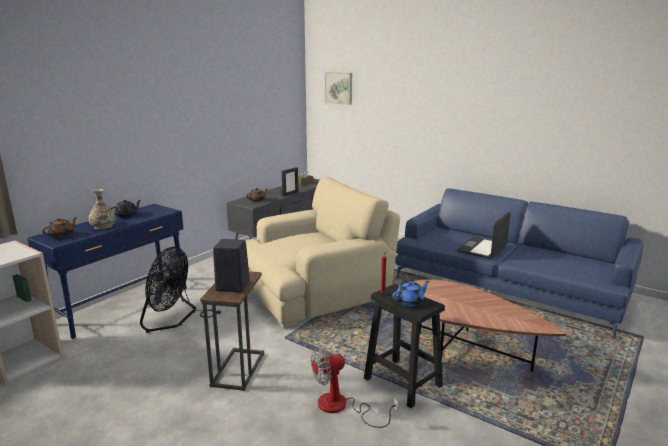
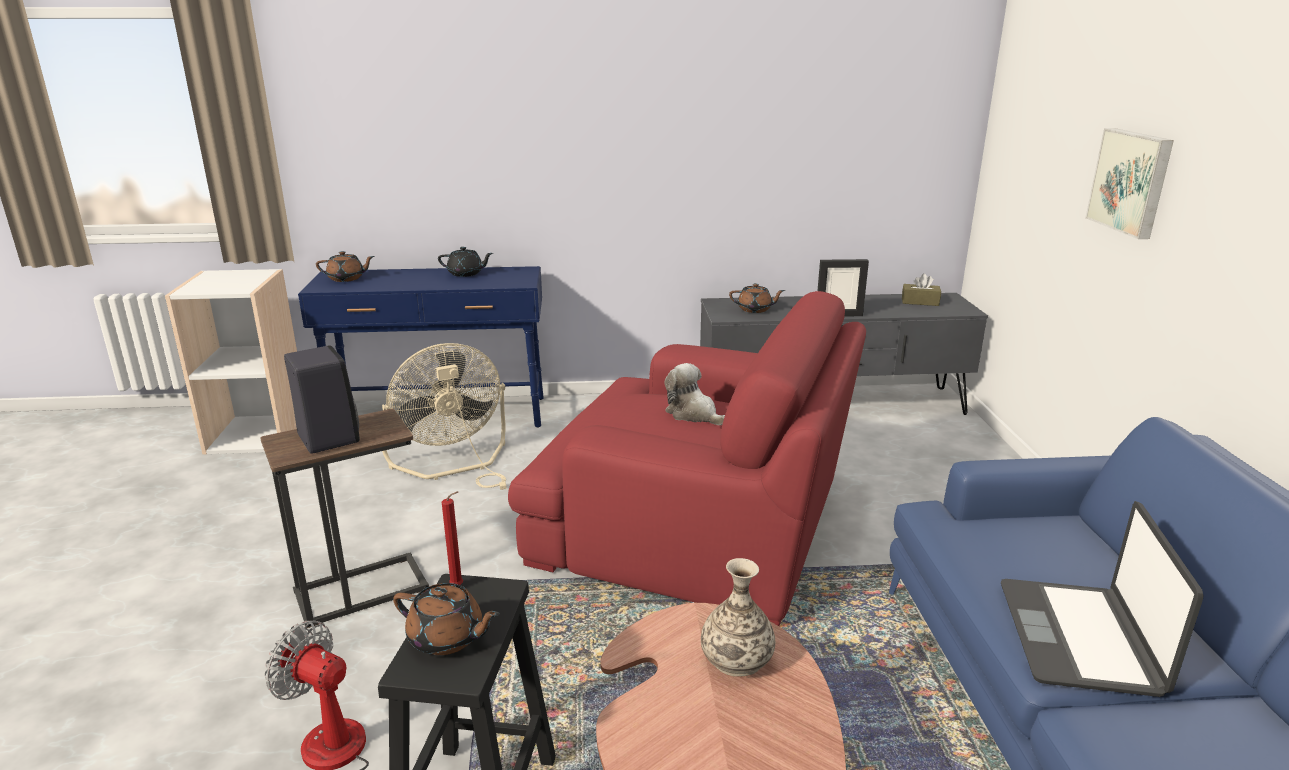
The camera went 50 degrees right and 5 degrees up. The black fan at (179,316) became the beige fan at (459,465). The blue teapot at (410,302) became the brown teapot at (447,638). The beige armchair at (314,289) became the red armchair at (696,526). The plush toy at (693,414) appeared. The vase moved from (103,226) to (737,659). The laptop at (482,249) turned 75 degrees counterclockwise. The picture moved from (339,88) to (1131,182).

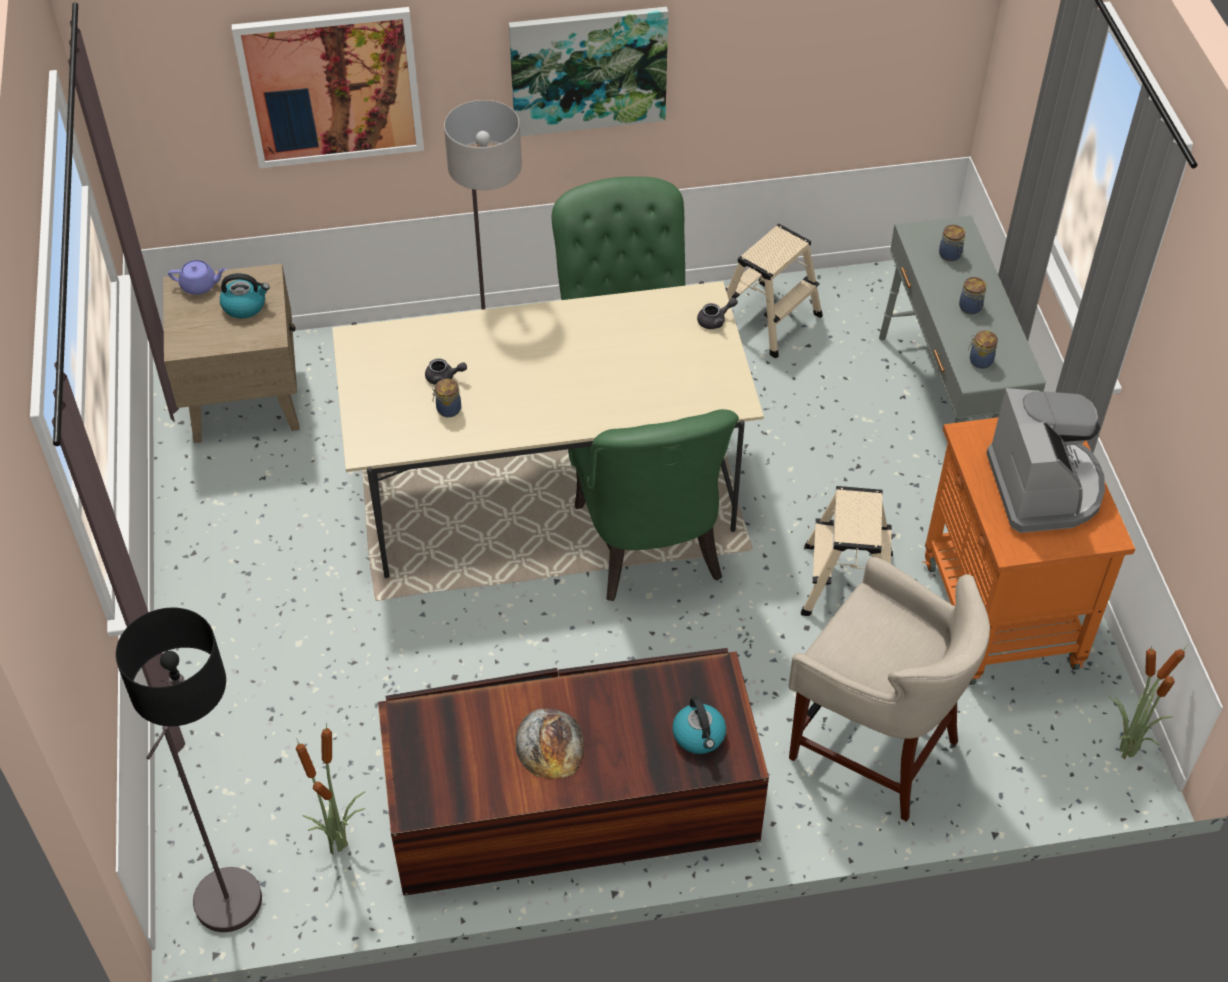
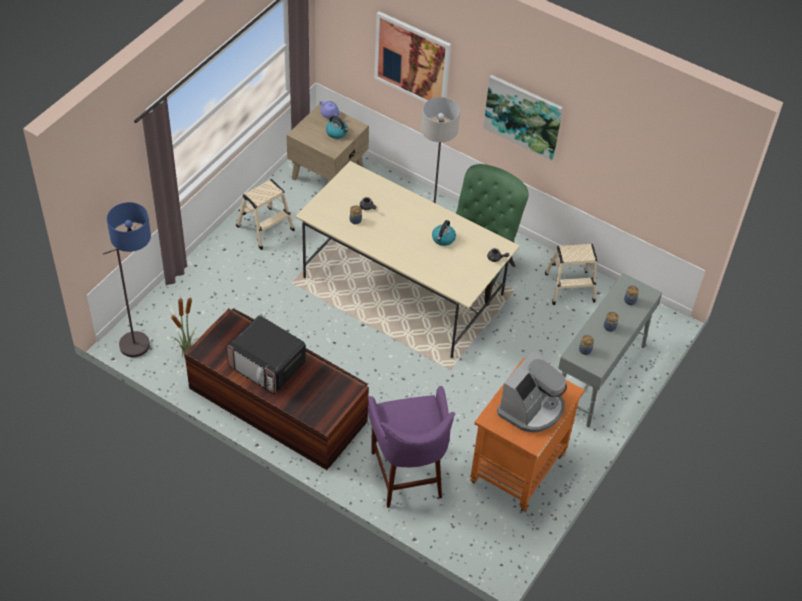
The camera went 40 degrees right and 0 degrees up. The black floor lamp at (238,883) became the blue floor lamp at (143,342). The bread at (550,743) was replaced by the microwave at (267,366). The beige step ladder moved from (847,583) to (265,227). The beige stool at (873,745) became the purple stool at (408,473). The kettle moved from (699,736) to (443,239). The green chair at (650,543) disappeared. The potted plant at (1126,749) disappeared.

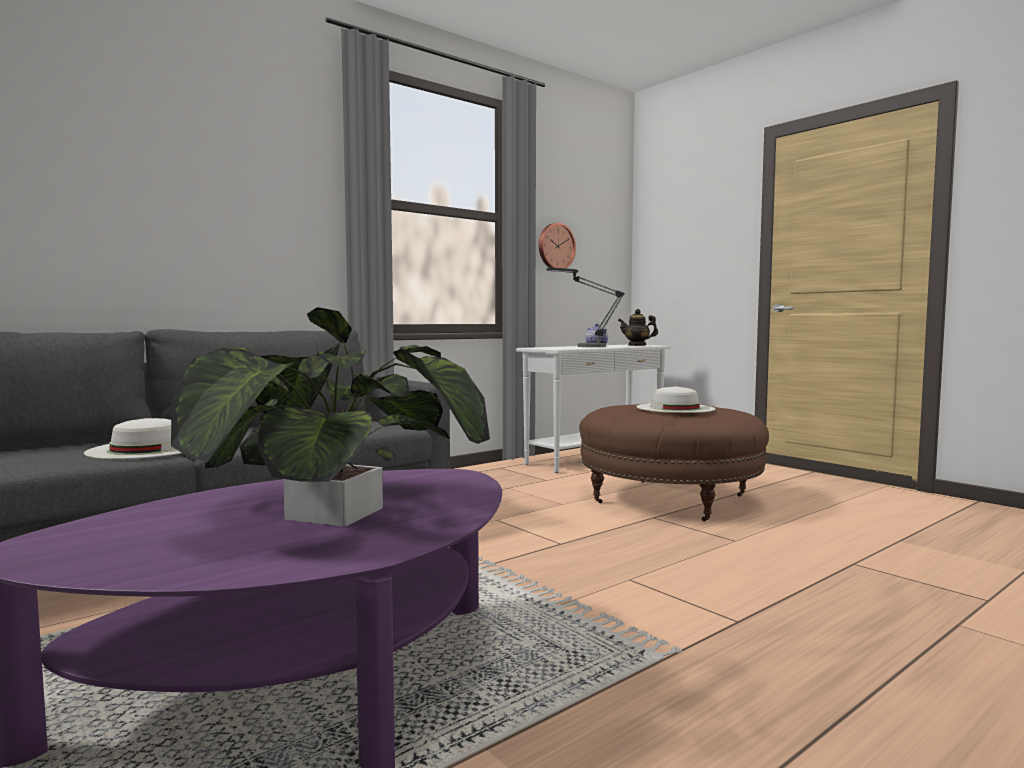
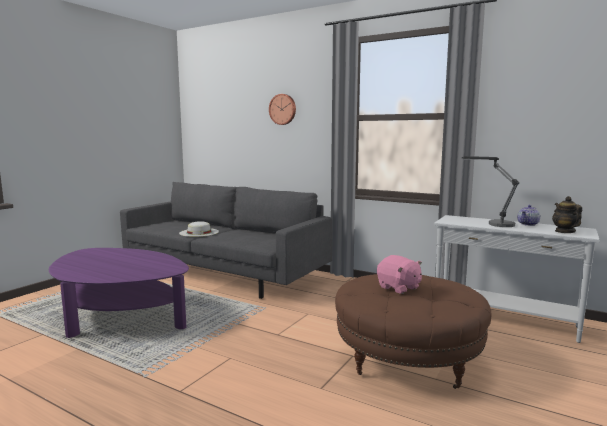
The camera went 70 degrees right and 5 degrees up. The wall clock moved from (555,246) to (283,109). The white hat at (675,408) was replaced by the pink plush toy at (398,288). The potted plant at (335,513) disappeared.

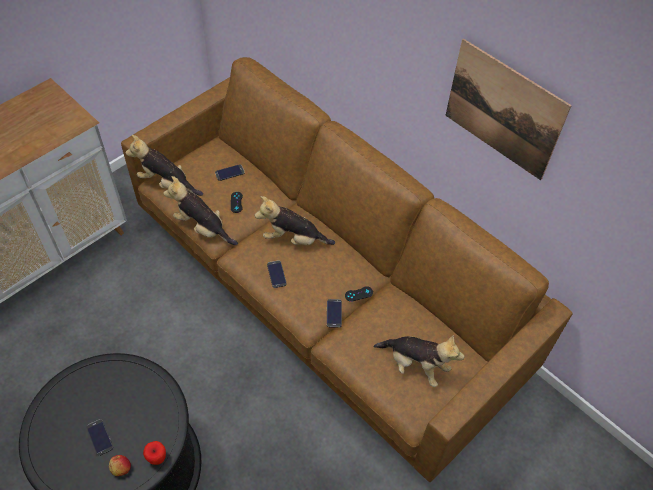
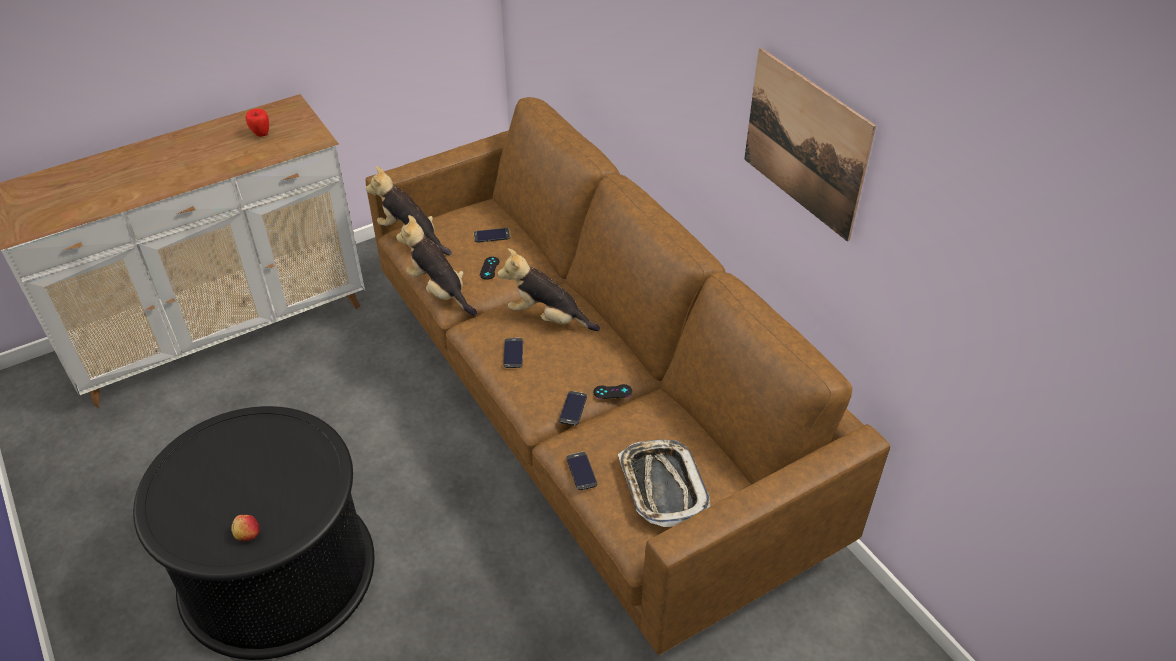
The camera went 15 degrees right and 10 degrees down. The apple moved from (157,458) to (261,134). The phone moved from (99,437) to (581,471). The plush toy at (415,365) was replaced by the tray at (662,486).

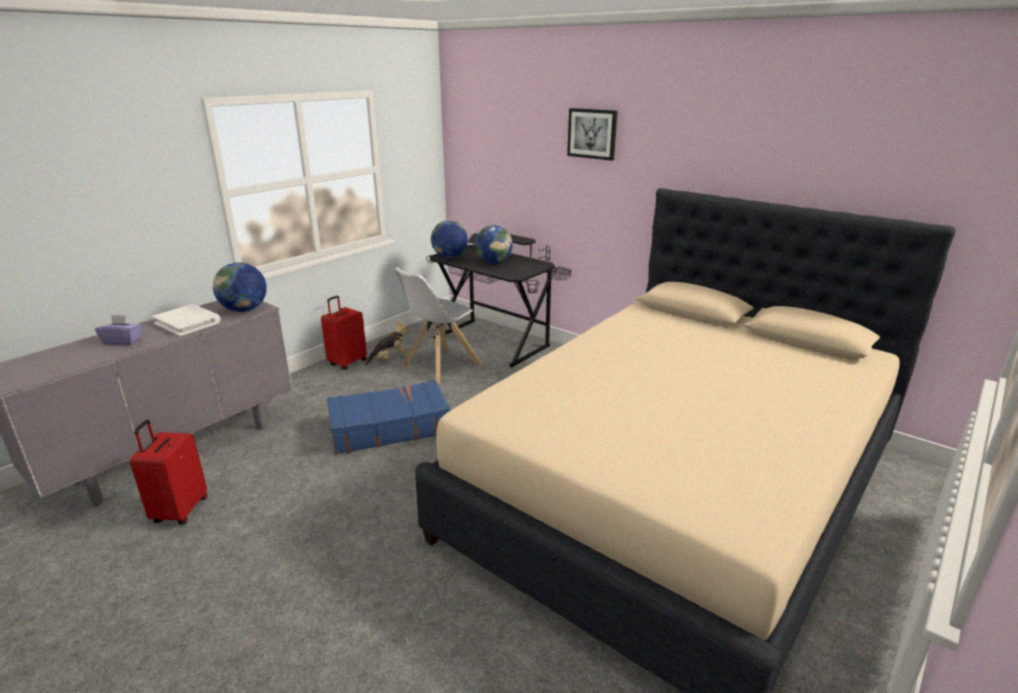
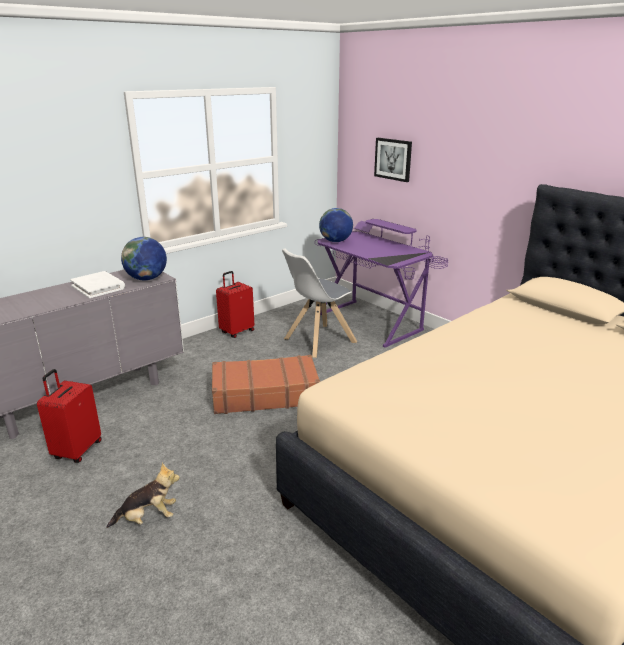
The camera went 10 degrees right and 0 degrees up. The plush toy moved from (389,359) to (148,518). The blue suitcase at (389,428) became the brown suitcase at (265,394). The black desk at (493,341) became the purple desk at (371,321). The picture moved from (592,133) to (393,159). The purple tissue box at (123,341) disappeared. The globe at (494,262) disappeared.

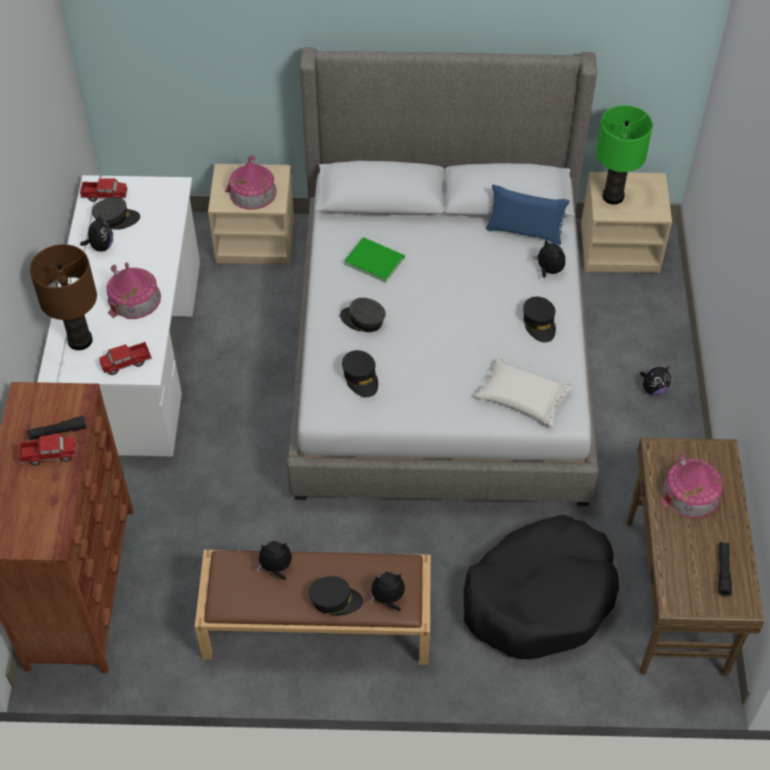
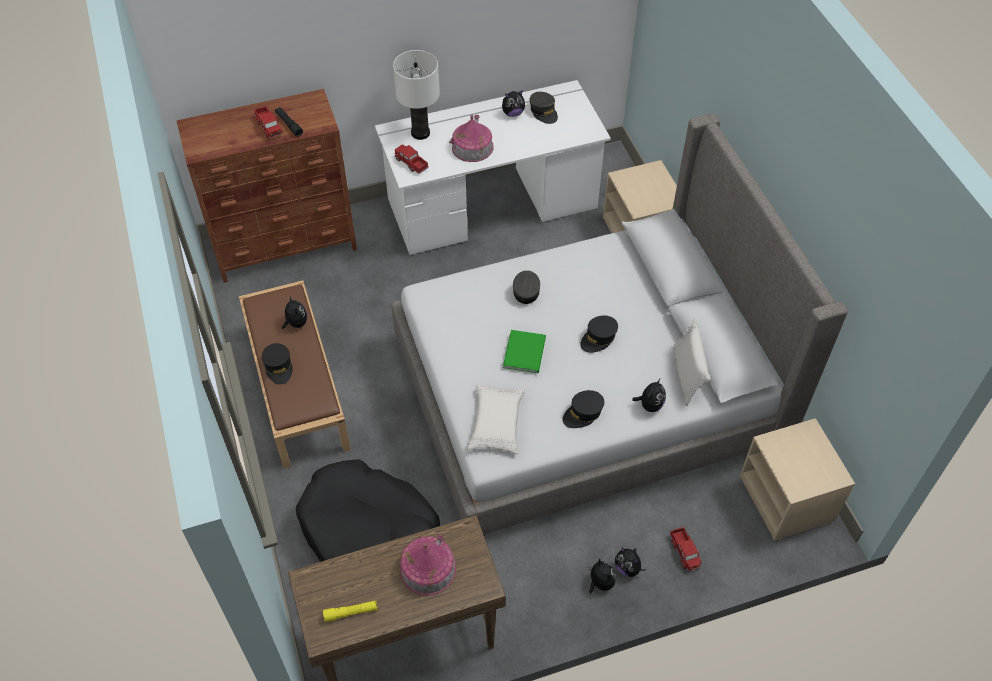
The camera went 70 degrees right and 0 degrees up. The black flashlight at (723,571) became the yellow flashlight at (351,613). The brown table lamp at (80,340) became the white table lamp at (420,133). The green book moved from (373,259) to (526,351). The black cap moved from (361,378) to (598,338). The plush toy moved from (388,598) to (600,583). The toy truck moved from (104,195) to (684,552). The blue pillow at (524,231) became the white pillow at (687,375). The toy house at (252,192) disappeared. The green table lamp at (613,196) disappeared.

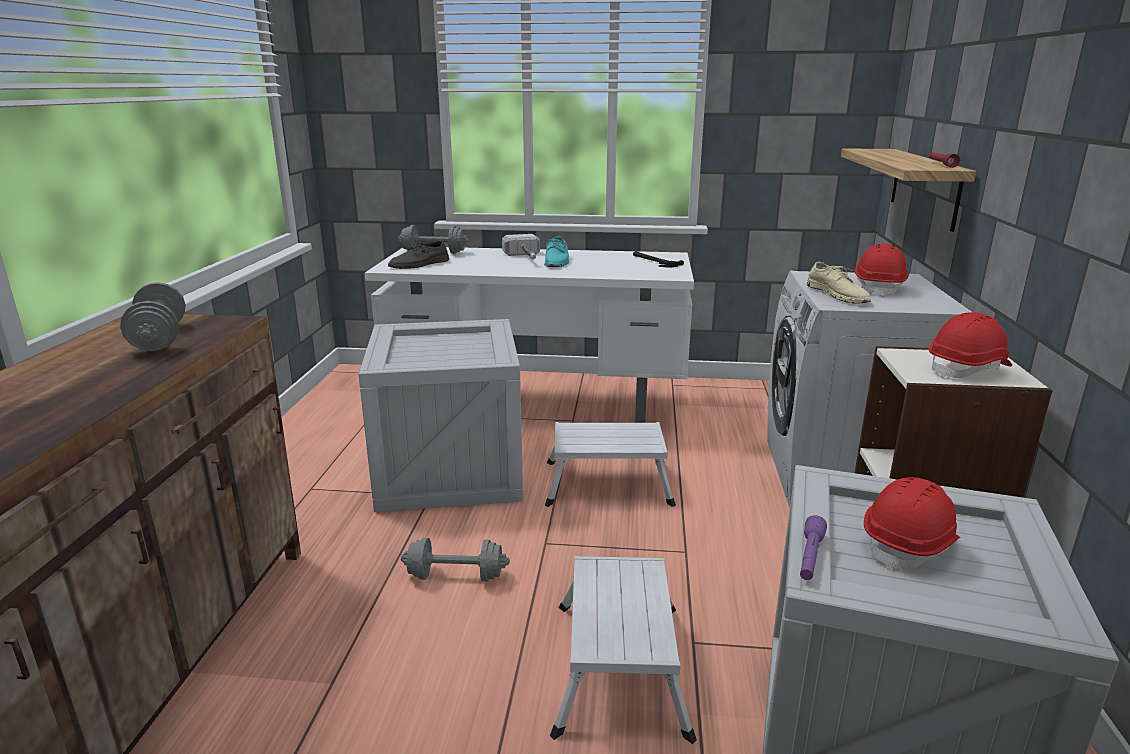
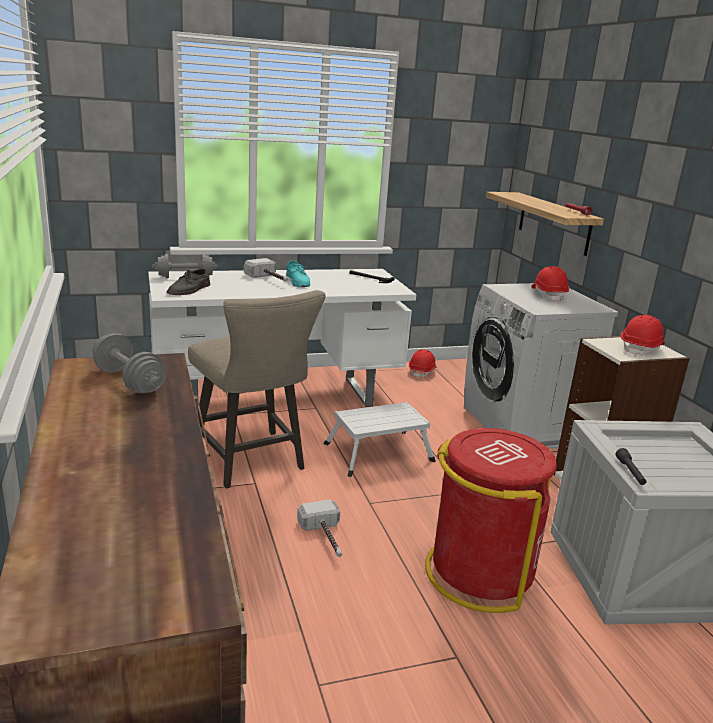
The camera went 25 degrees left and 0 degrees up. The crate at (447,472) was replaced by the beige stool at (252,463). The grey dumbbell at (456,576) was replaced by the hammer at (326,538). The red hard hat moved from (909,545) to (422,372). The white step ladder at (619,667) was replaced by the red trash can at (479,573). The purple flashlight at (810,557) became the black flashlight at (630,472). The beige shoe at (838,294) disappeared.

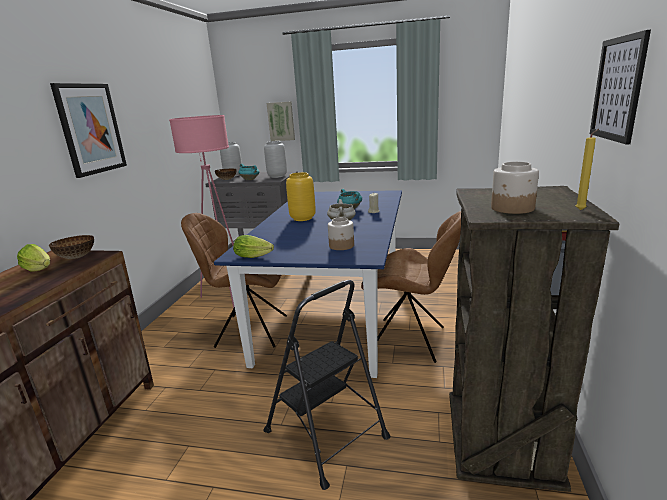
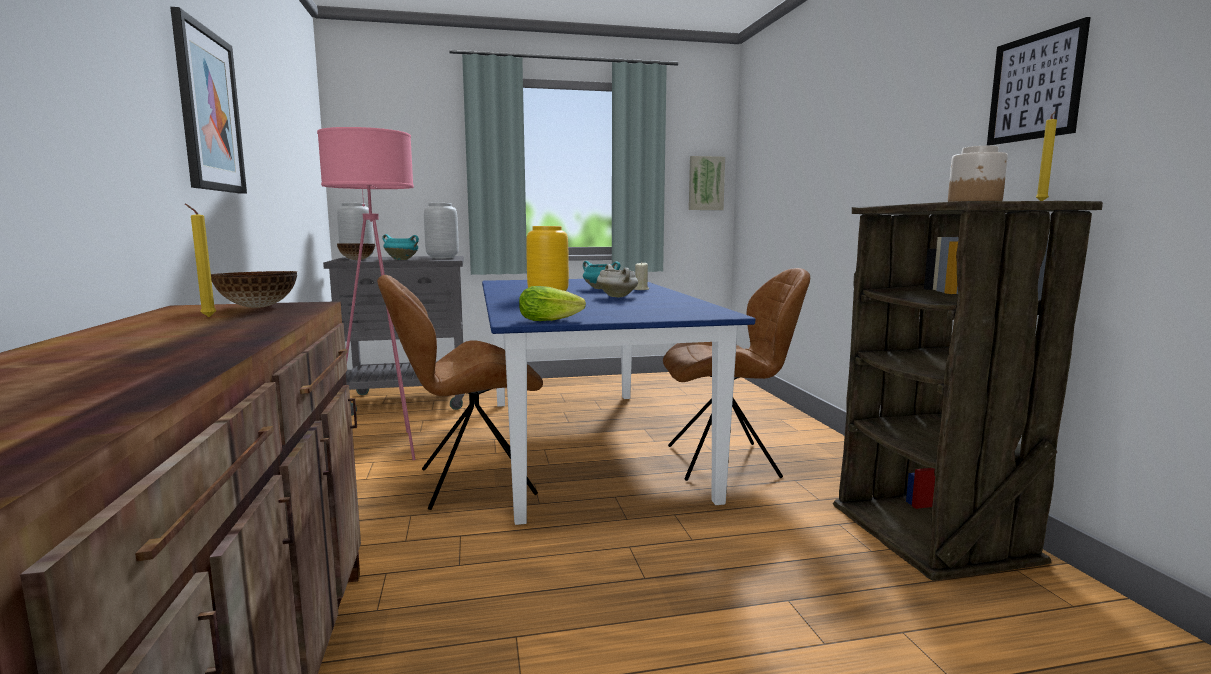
The camera went 25 degrees left and 10 degrees down. The lettuce at (39,270) was replaced by the yellow candle at (207,317). The picture moved from (281,121) to (705,183). The black step ladder at (327,435) disappeared. The jar at (342,246) disappeared.

